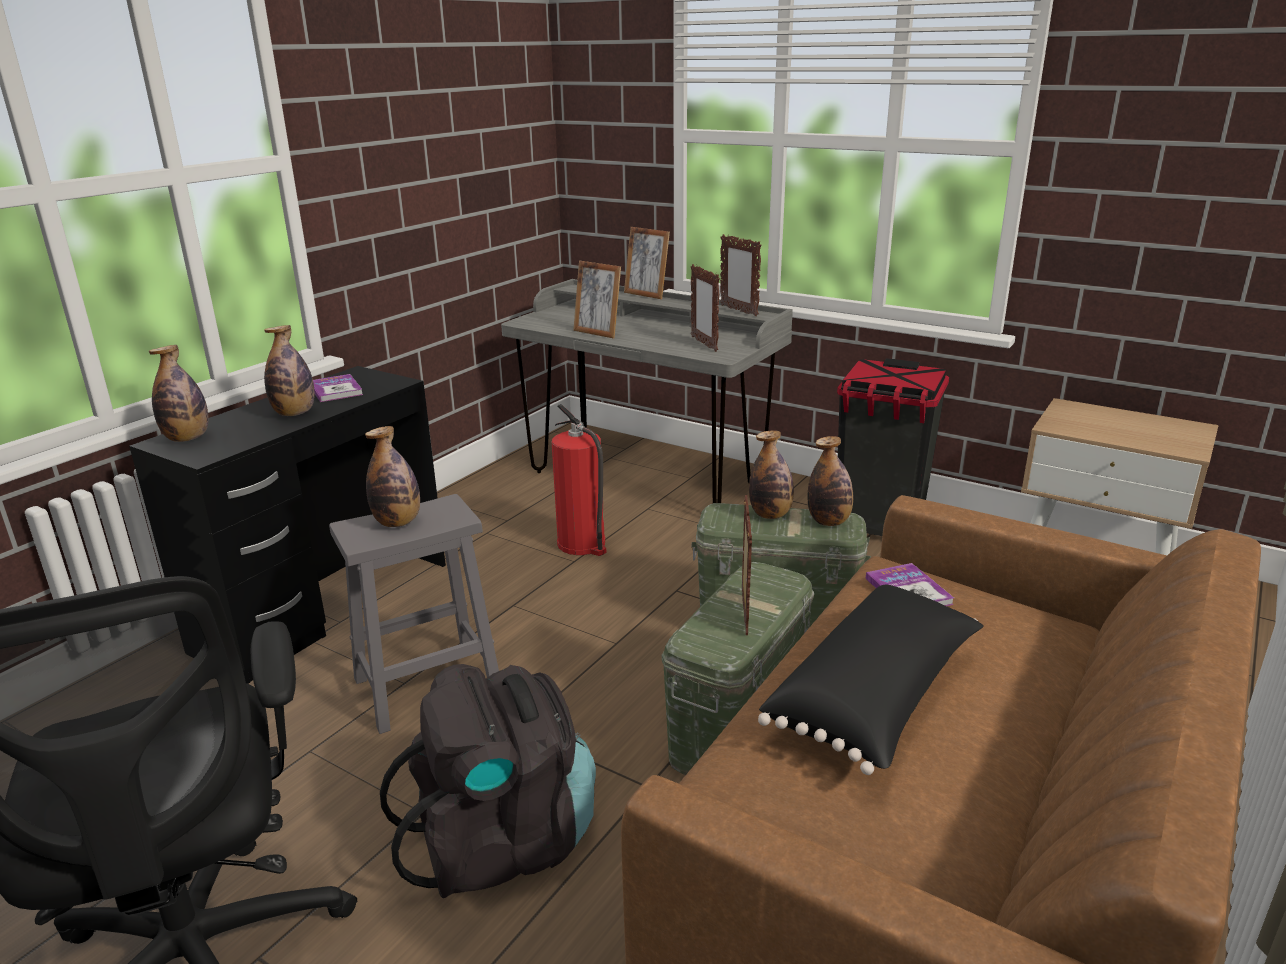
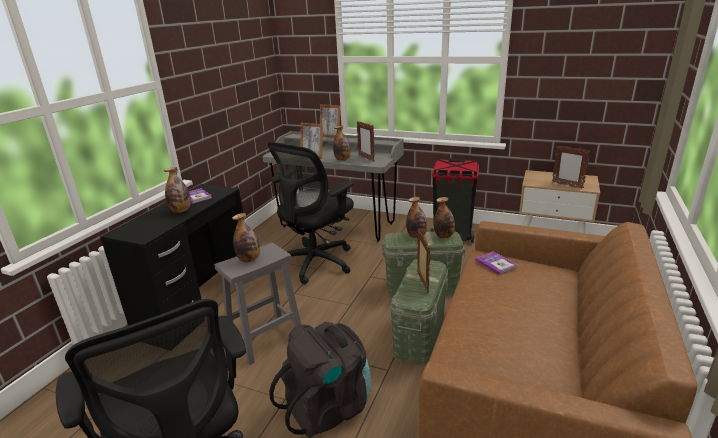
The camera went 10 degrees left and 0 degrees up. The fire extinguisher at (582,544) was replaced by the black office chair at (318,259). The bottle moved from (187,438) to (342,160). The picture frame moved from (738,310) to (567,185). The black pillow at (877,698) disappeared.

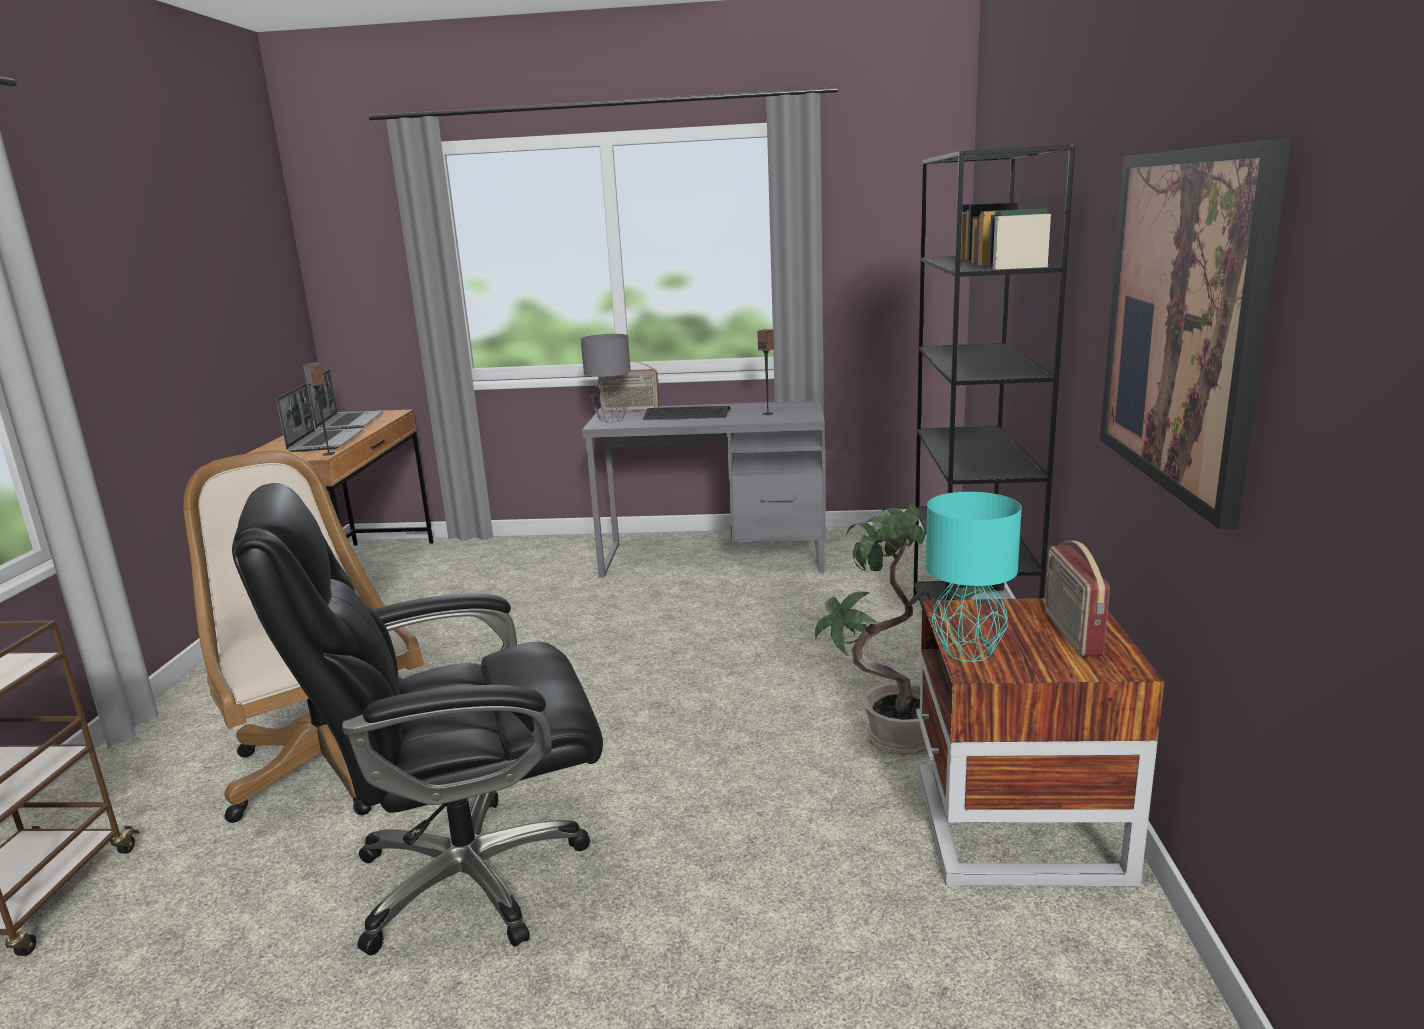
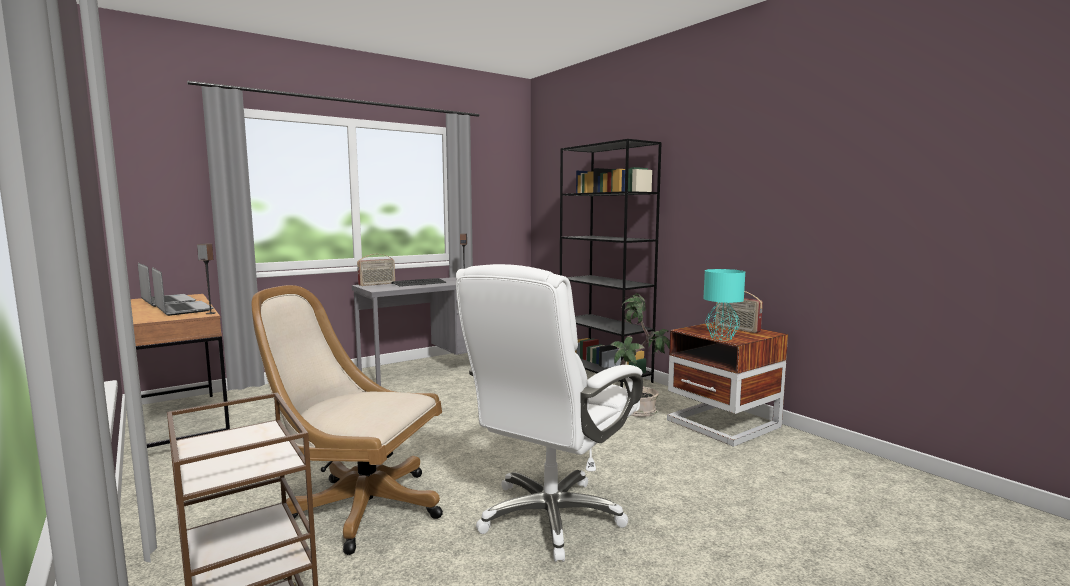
The camera went 40 degrees left and 10 degrees down. The black office chair at (474,874) became the white office chair at (552,514). The grey table lamp at (612,419) disappeared. The picture at (1182,322) disappeared.

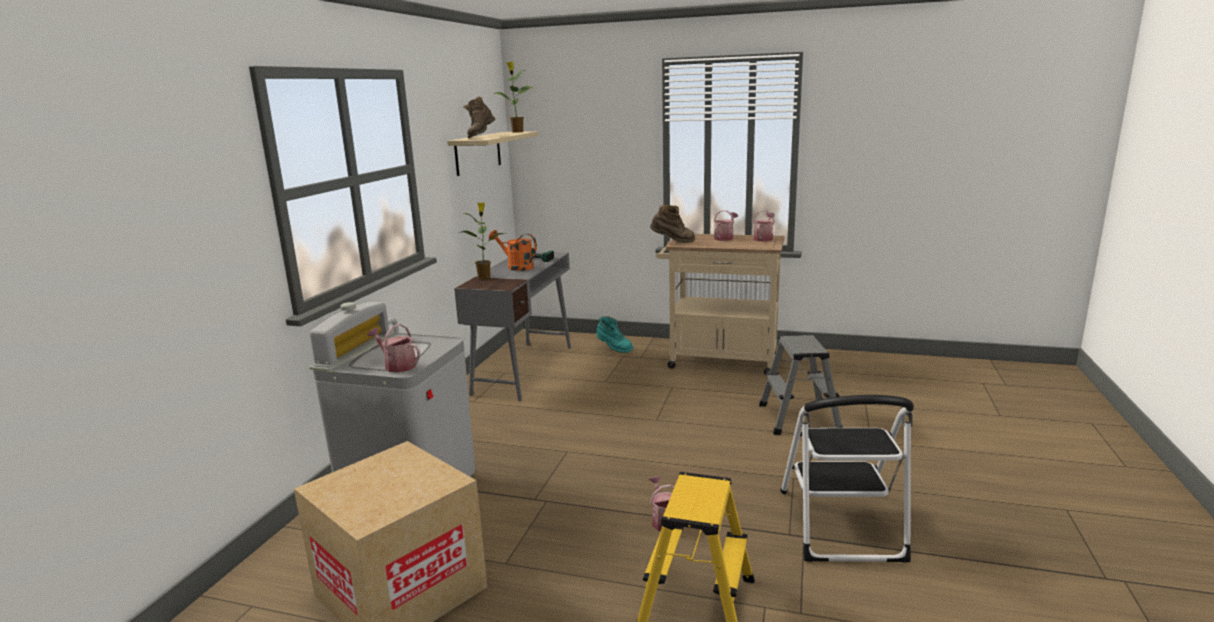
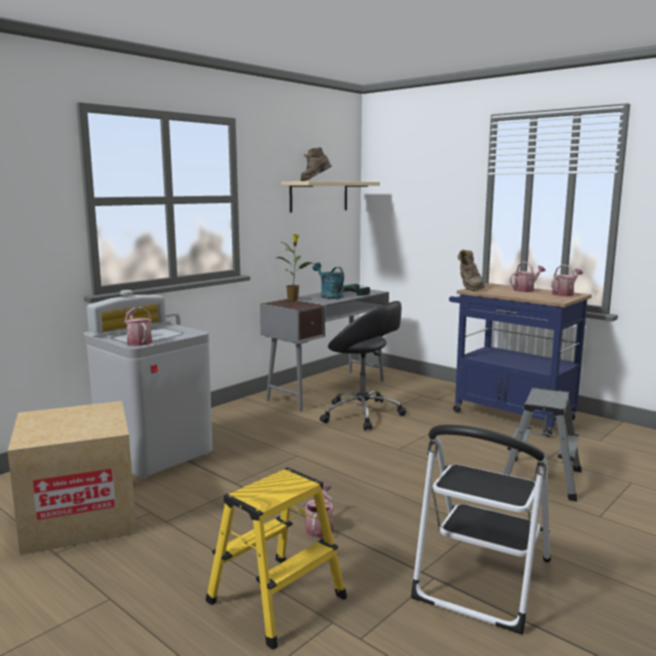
The camera went 25 degrees right and 5 degrees down. The orange watering can at (516,267) became the turquoise watering can at (329,296). The black office chair at (363,414) appeared. The beige cart at (719,361) became the blue cart at (509,415). The brown boot at (673,242) turned 60 degrees clockwise. The potted plant at (517,132) disappeared. The turquoise boot at (613,349) disappeared.

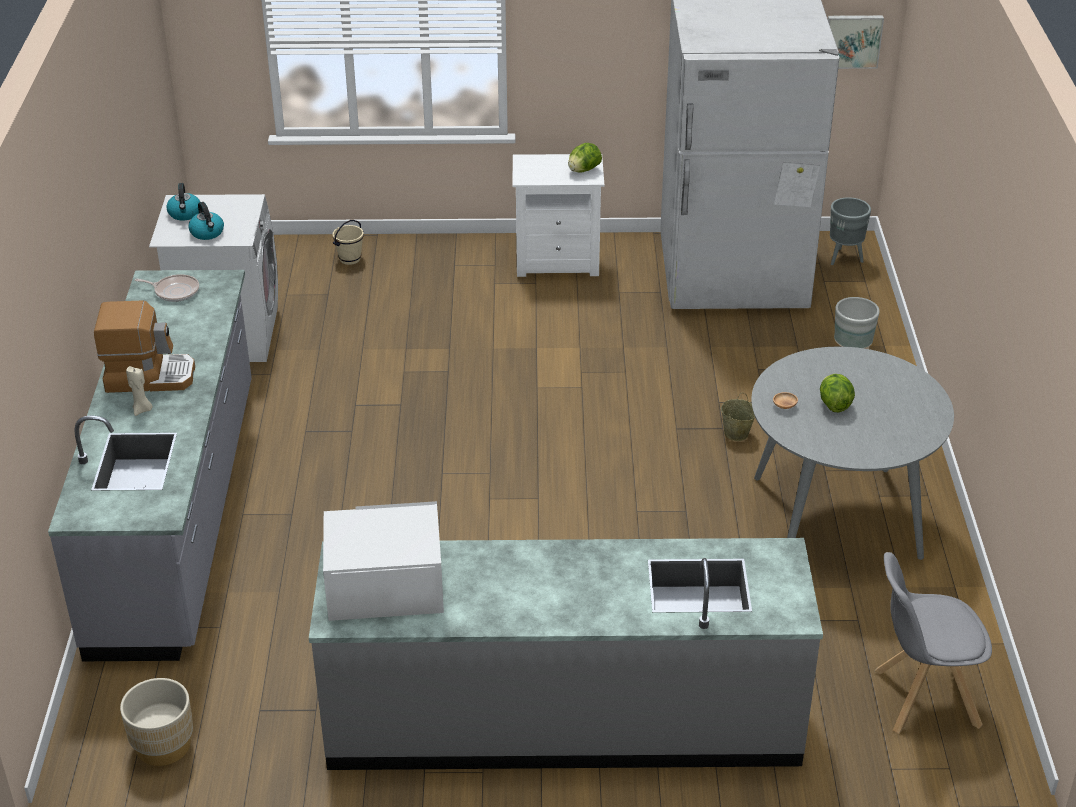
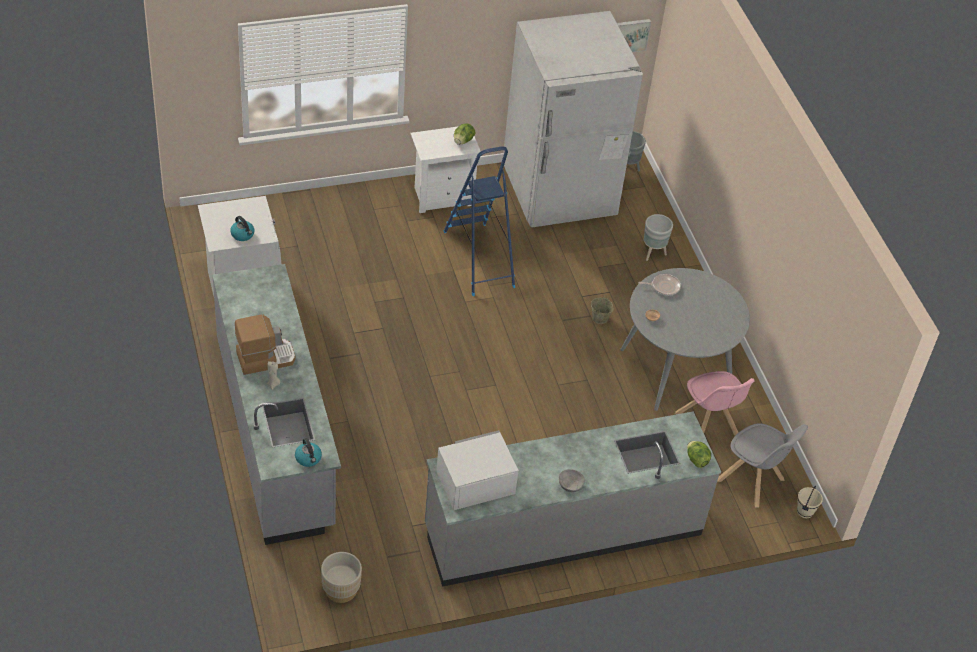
The camera went 20 degrees left and 10 degrees up. The kettle moved from (185,214) to (308,458). The blue step ladder at (478,258) appeared. The grey bowl at (570,485) appeared. The frying pan moved from (174,291) to (664,286). The pink chair at (708,426) appeared. The lettuce moved from (834,404) to (696,460). The grey chair at (921,698) turned 120 degrees counterclockwise. The beige bucket moved from (350,259) to (805,512).

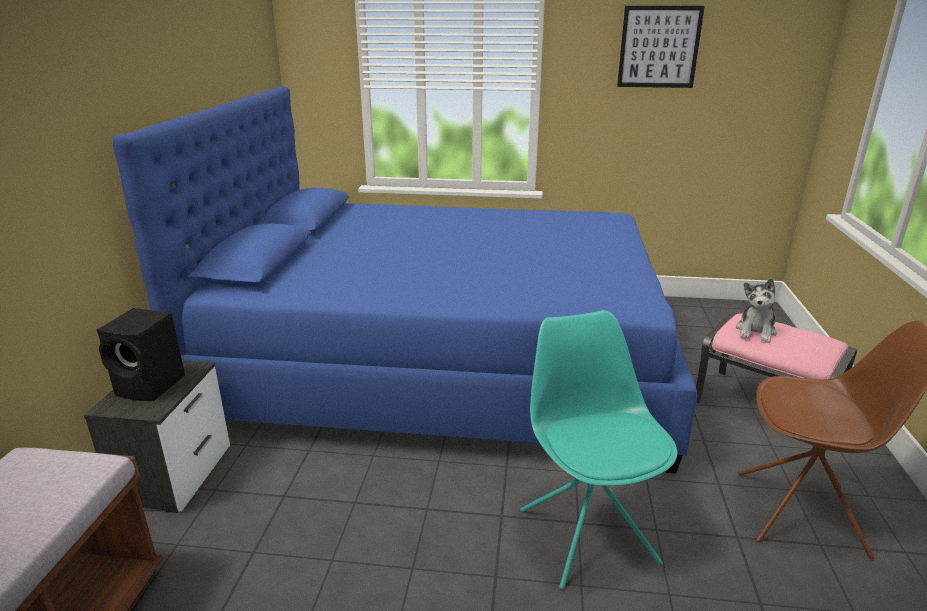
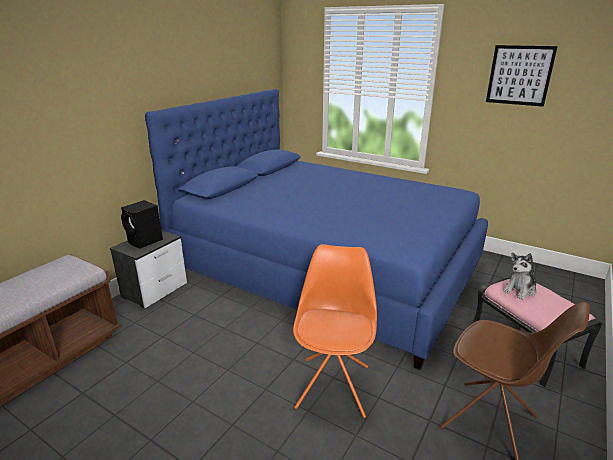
The camera went 25 degrees right and 0 degrees up. The turquoise chair at (586,534) became the orange chair at (333,385).

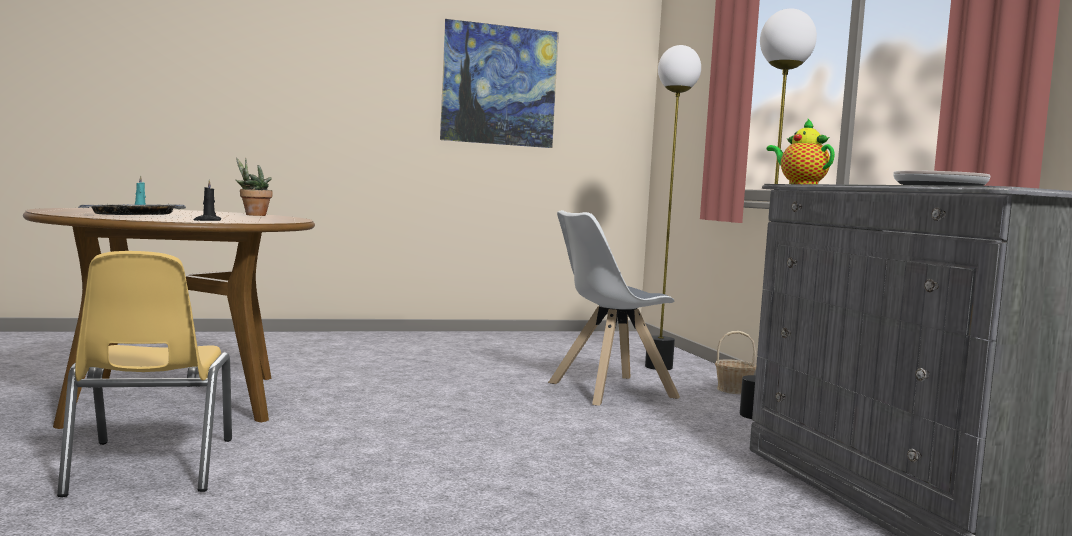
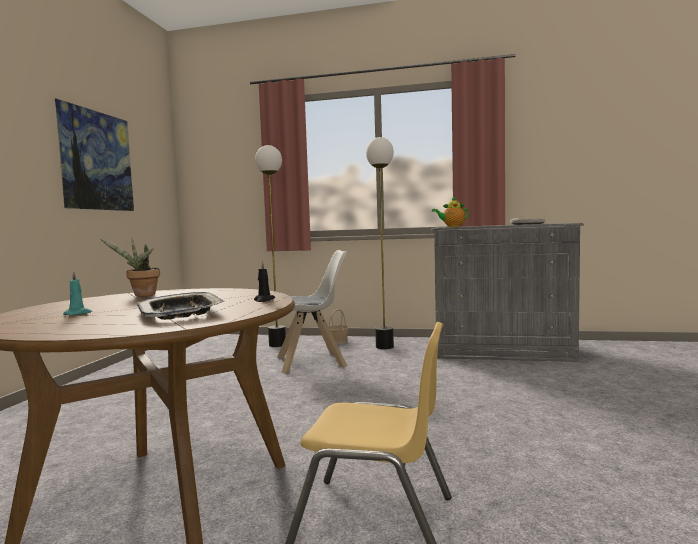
The camera went 60 degrees left and 0 degrees up. The chair at (608,391) turned 105 degrees counterclockwise.

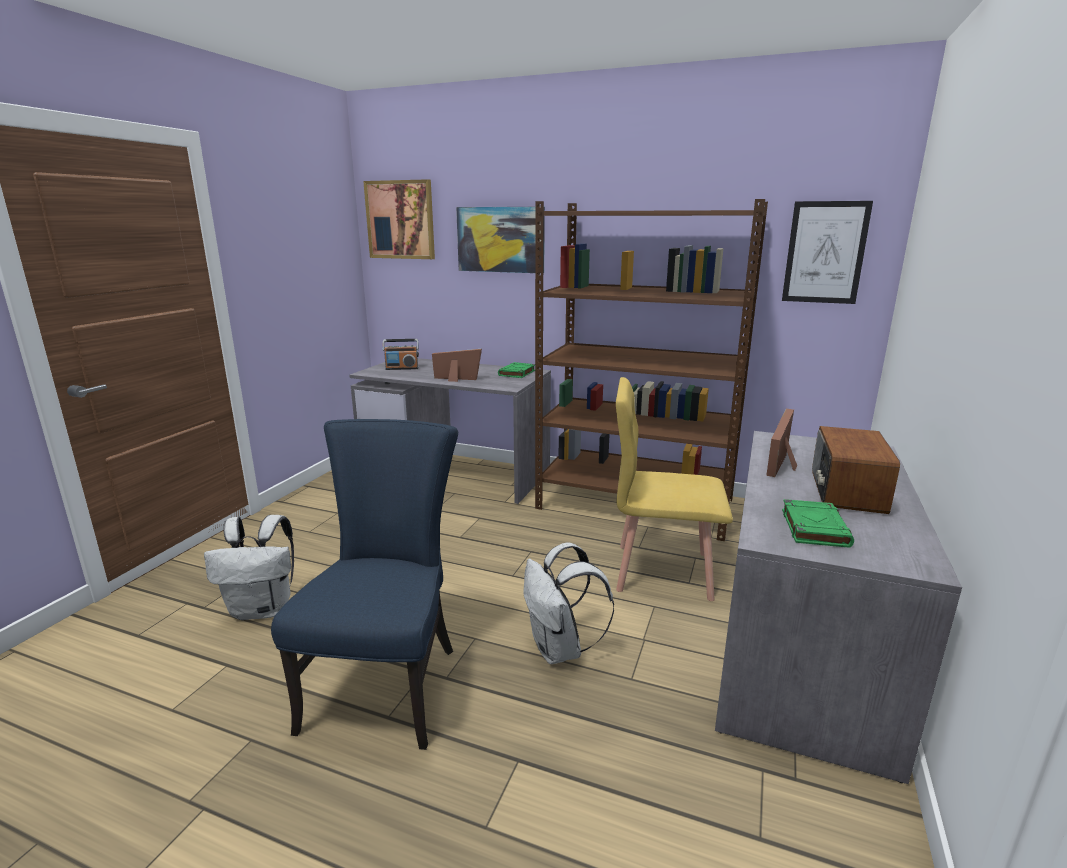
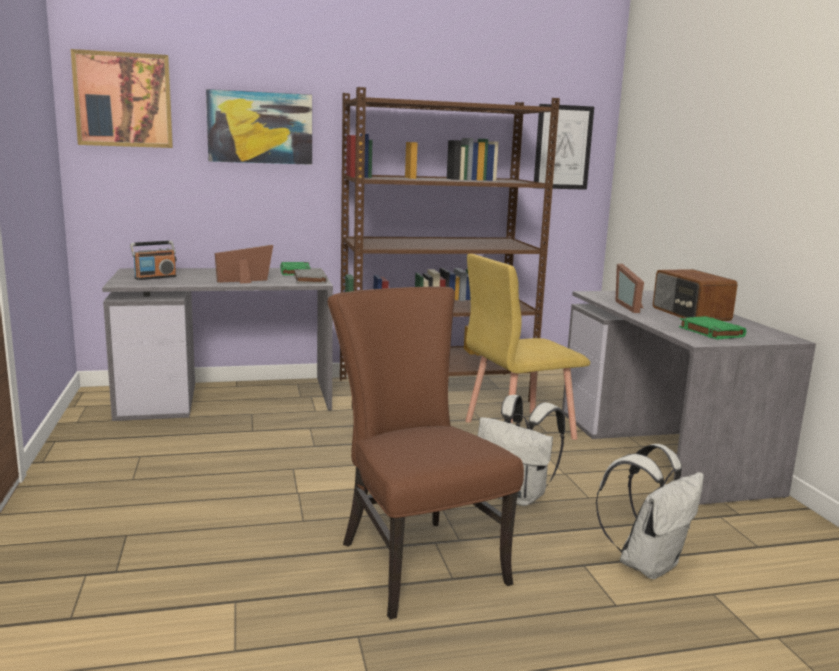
The camera went 35 degrees left and 5 degrees down. The grey book at (310,280) appeared. The blue chair at (387,681) became the brown chair at (415,558). The white backpack moved from (263,609) to (647,563).

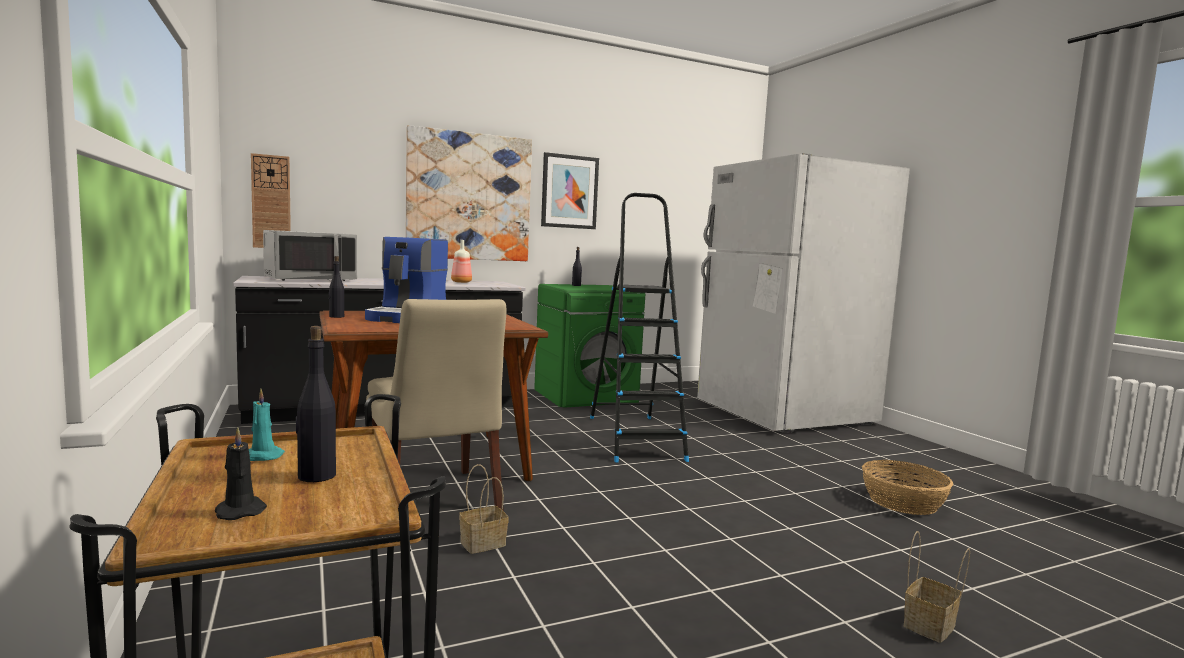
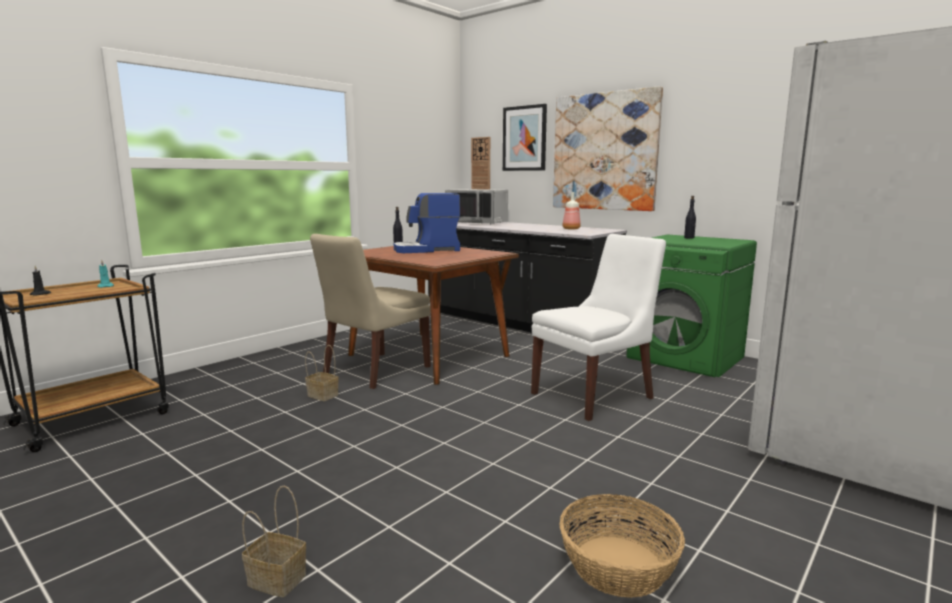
The camera went 65 degrees right and 5 degrees up. The picture moved from (569,191) to (524,138). The black step ladder at (635,437) was replaced by the white chair at (595,395). The black bottle at (316,476) disappeared.

